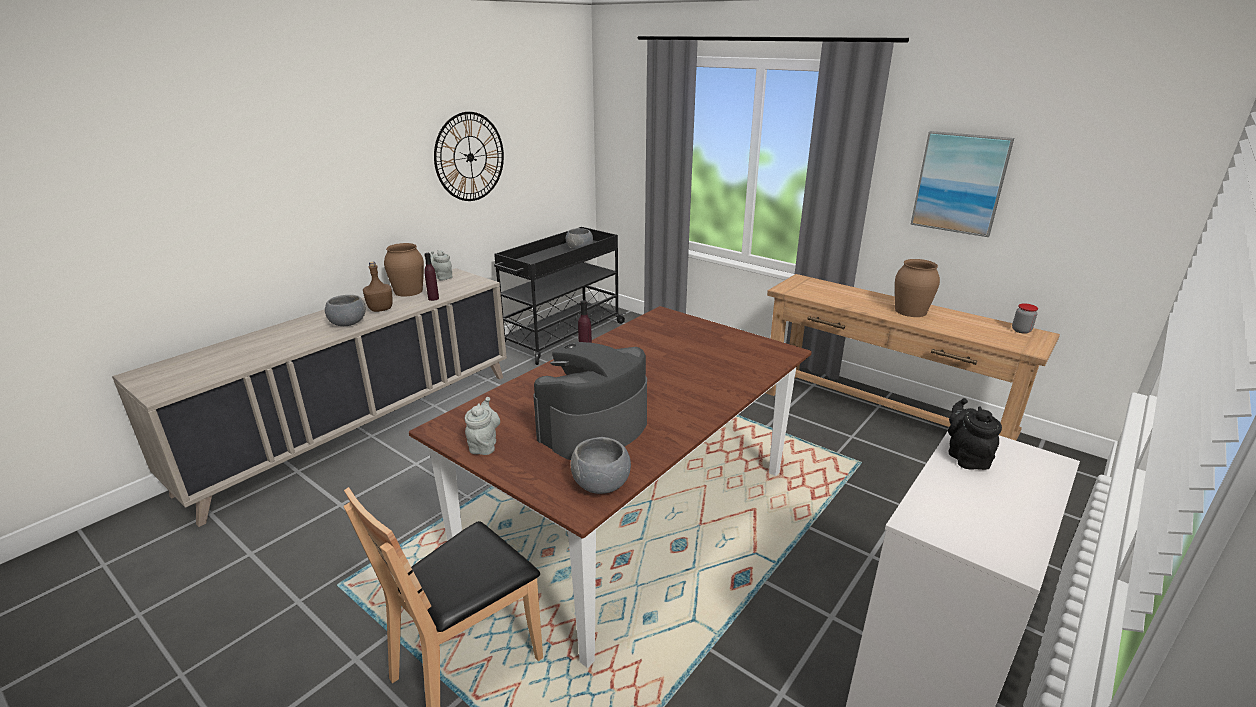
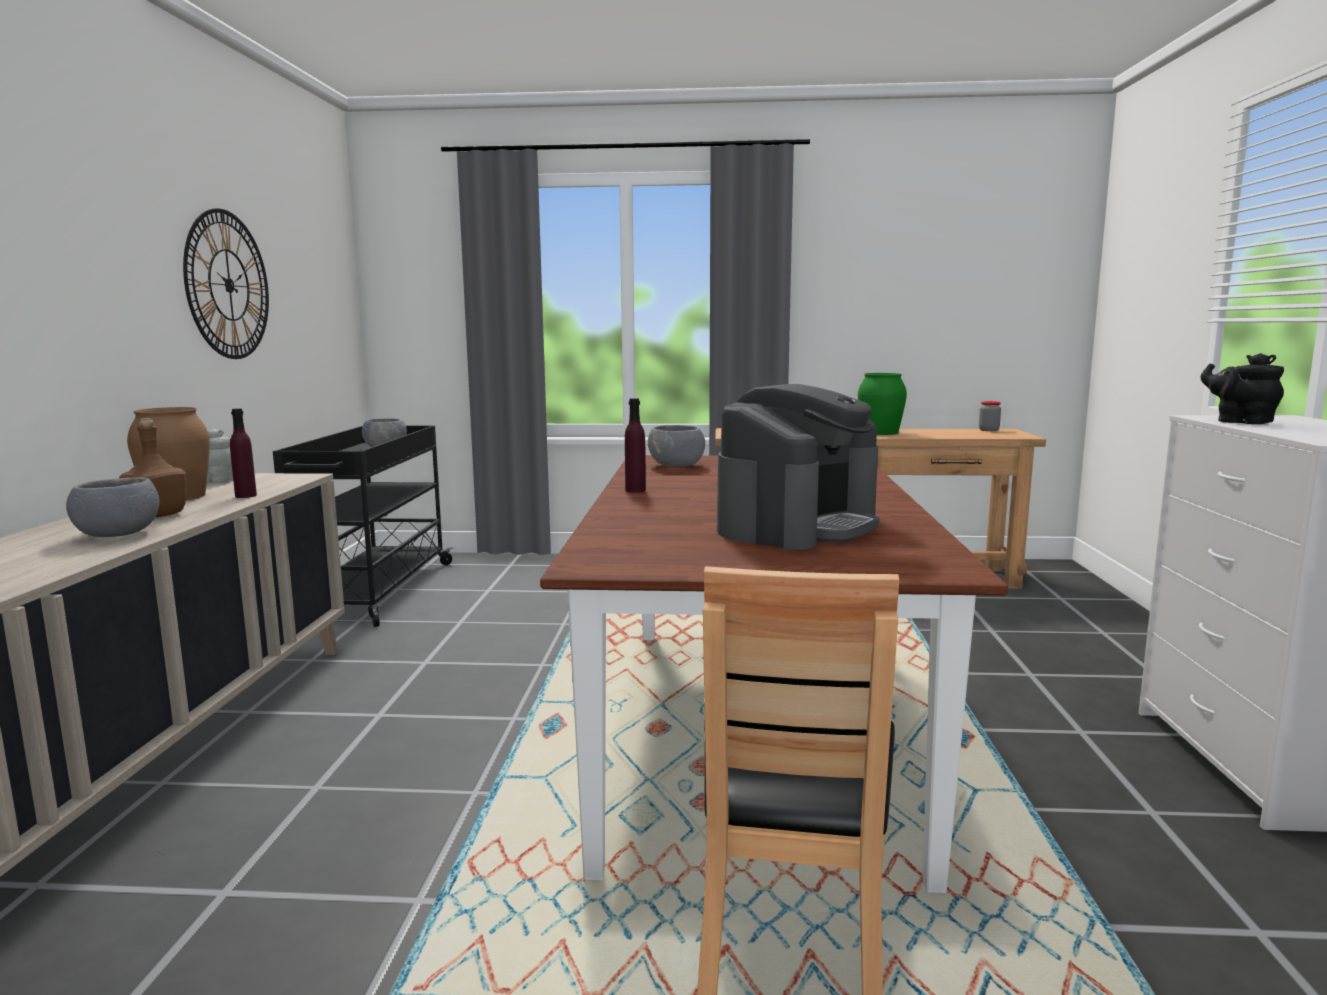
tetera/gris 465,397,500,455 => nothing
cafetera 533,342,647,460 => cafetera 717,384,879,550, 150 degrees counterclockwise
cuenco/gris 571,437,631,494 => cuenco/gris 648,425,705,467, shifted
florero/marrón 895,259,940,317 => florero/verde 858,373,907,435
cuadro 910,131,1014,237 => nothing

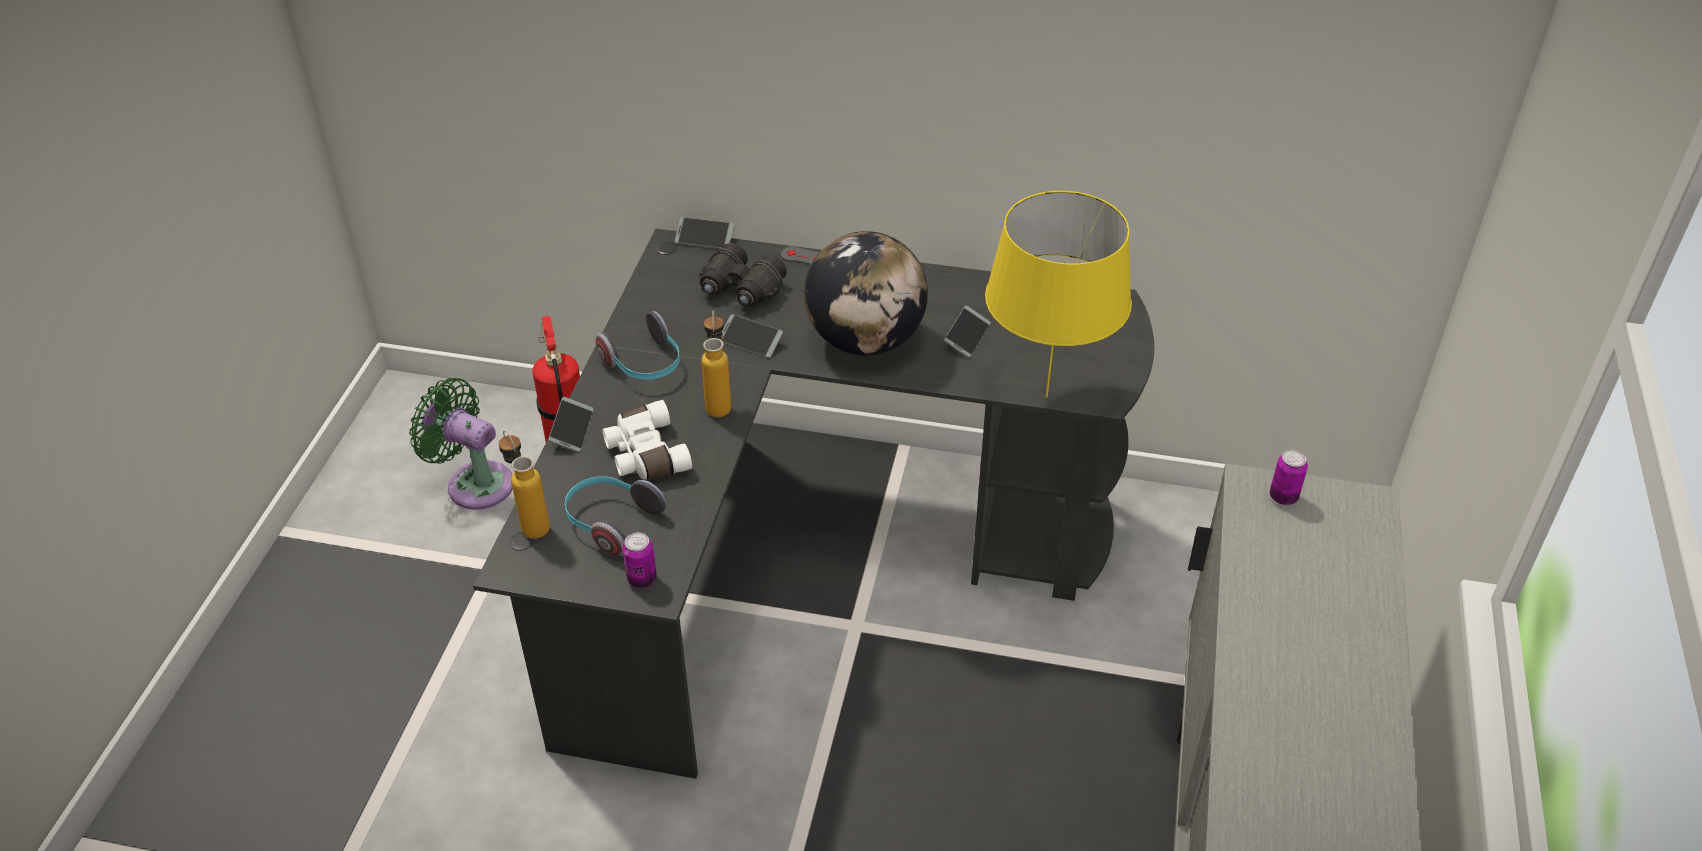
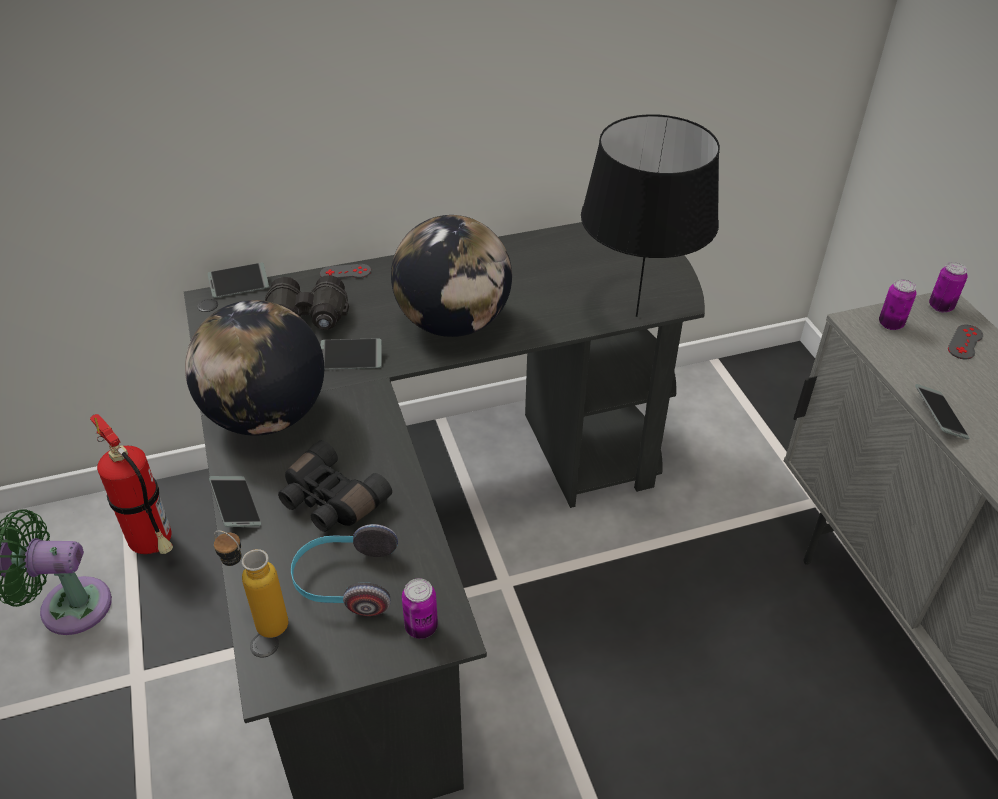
auriculares 596,311,680,380 => globo terráqueo 185,300,324,436
prismáticos/blanco 603,400,692,480 => prismáticos/negro 278,440,392,532
botella 701,310,731,417 => nothing
móvil 944,306,990,358 => móvil 915,384,969,440, shifted
lámpara de mesa/amarillo 985,191,1132,397 => lámpara de mesa/negro 581,114,720,317
nothing => lata 929,262,968,313
nothing => mando de consola/gris 948,325,983,359

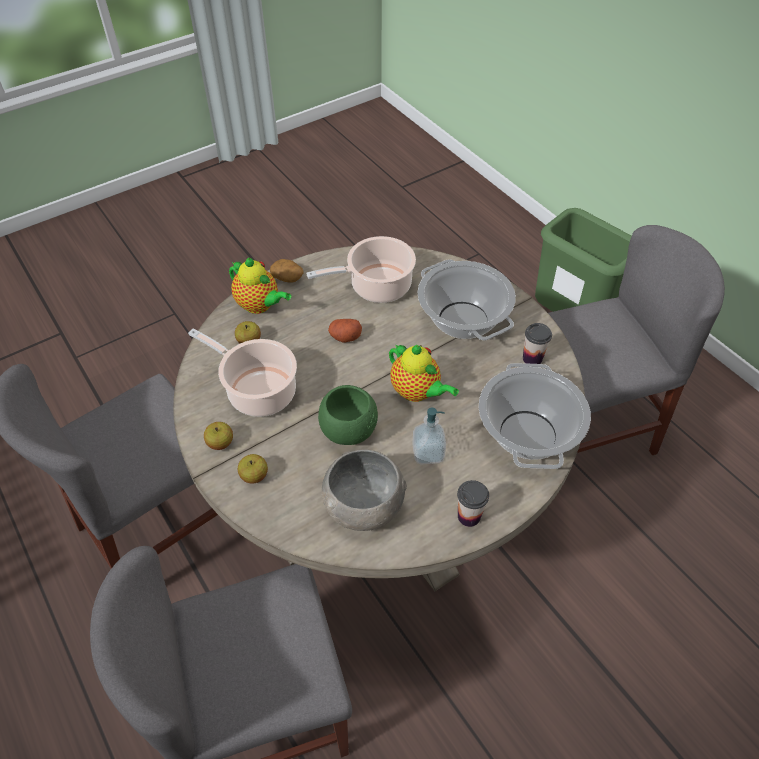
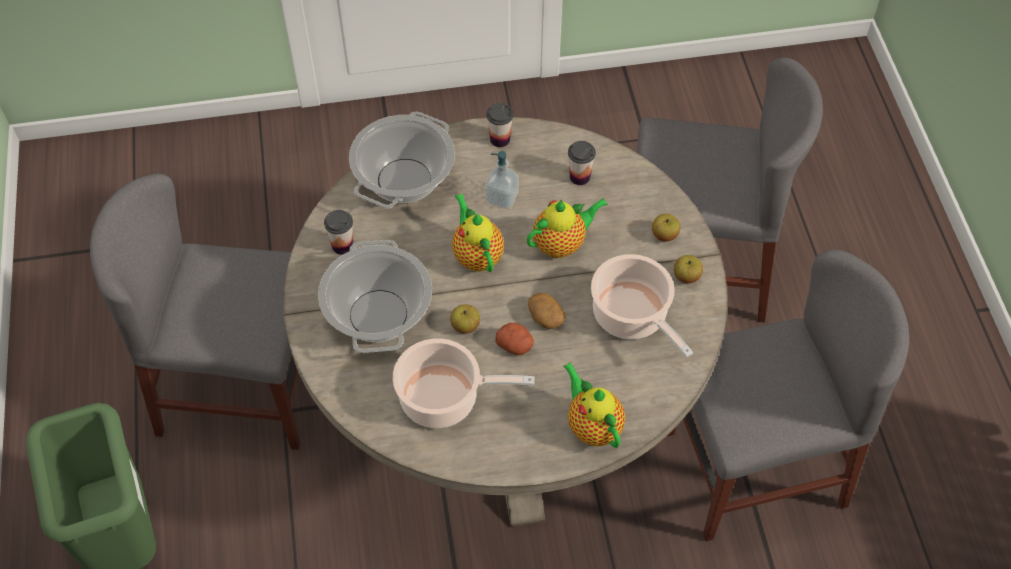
manzana 235,321,261,343 => manzana 450,304,480,334, shifted
patata 270,259,304,283 => patata 528,293,566,329, shifted
cuenco/verde 318,385,378,445 => tetera 527,198,608,258
cuenco/gris 322,450,407,531 => taza 568,141,596,185

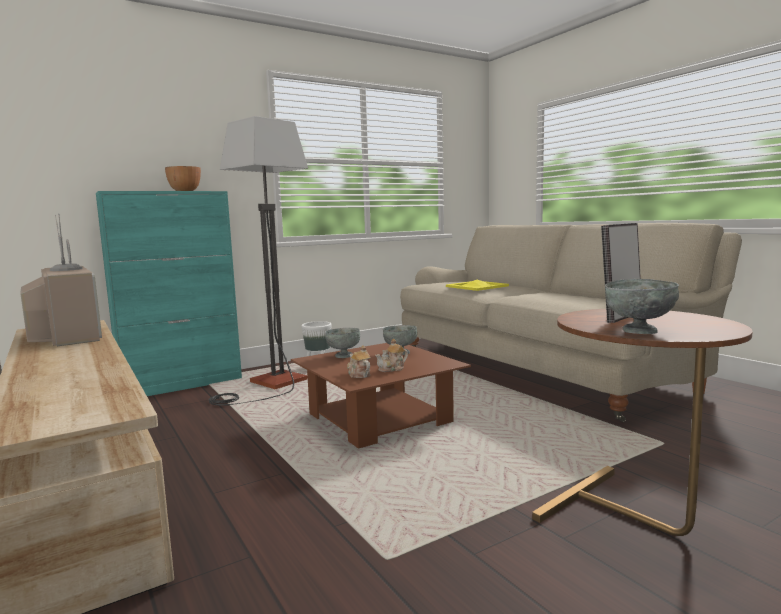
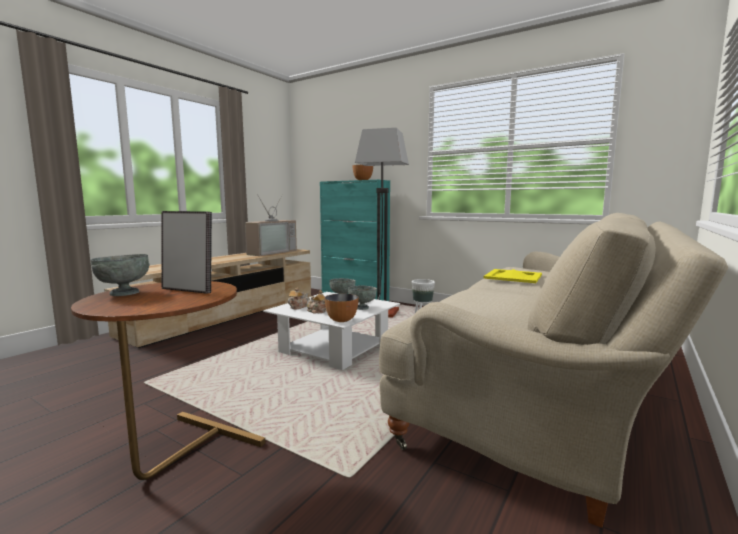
mesa de centro/marrón 291,343,471,449 => mesa de centro/blanco 263,292,400,370
nothing => cuenco 324,293,359,322

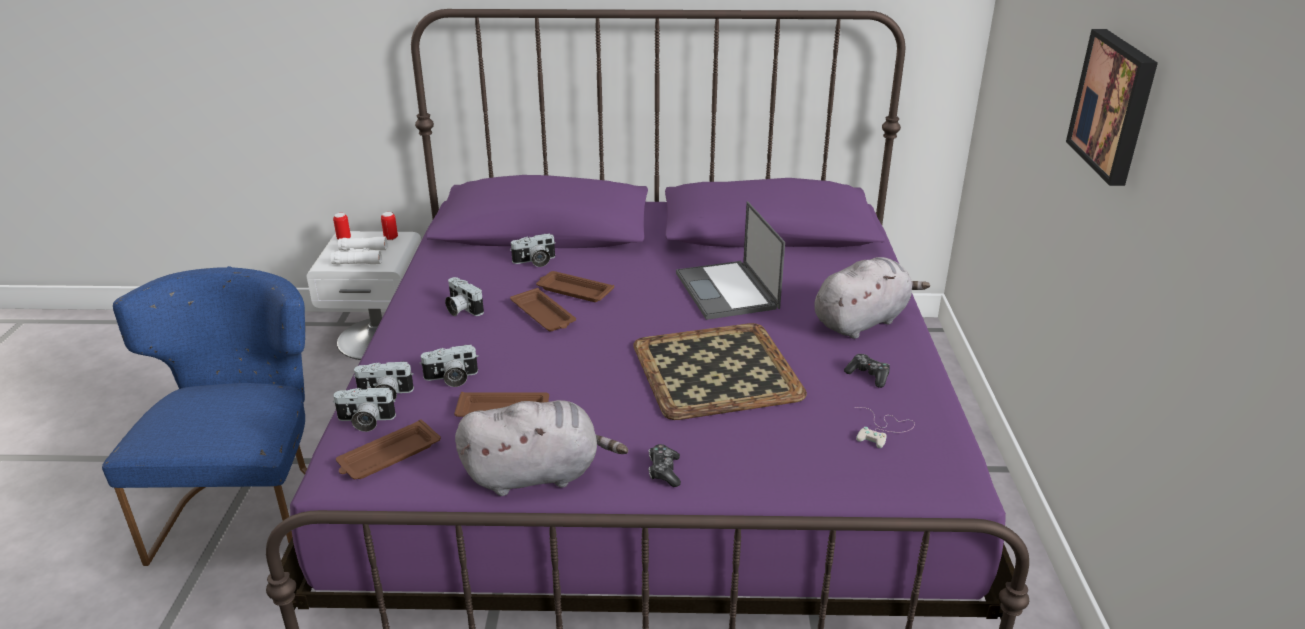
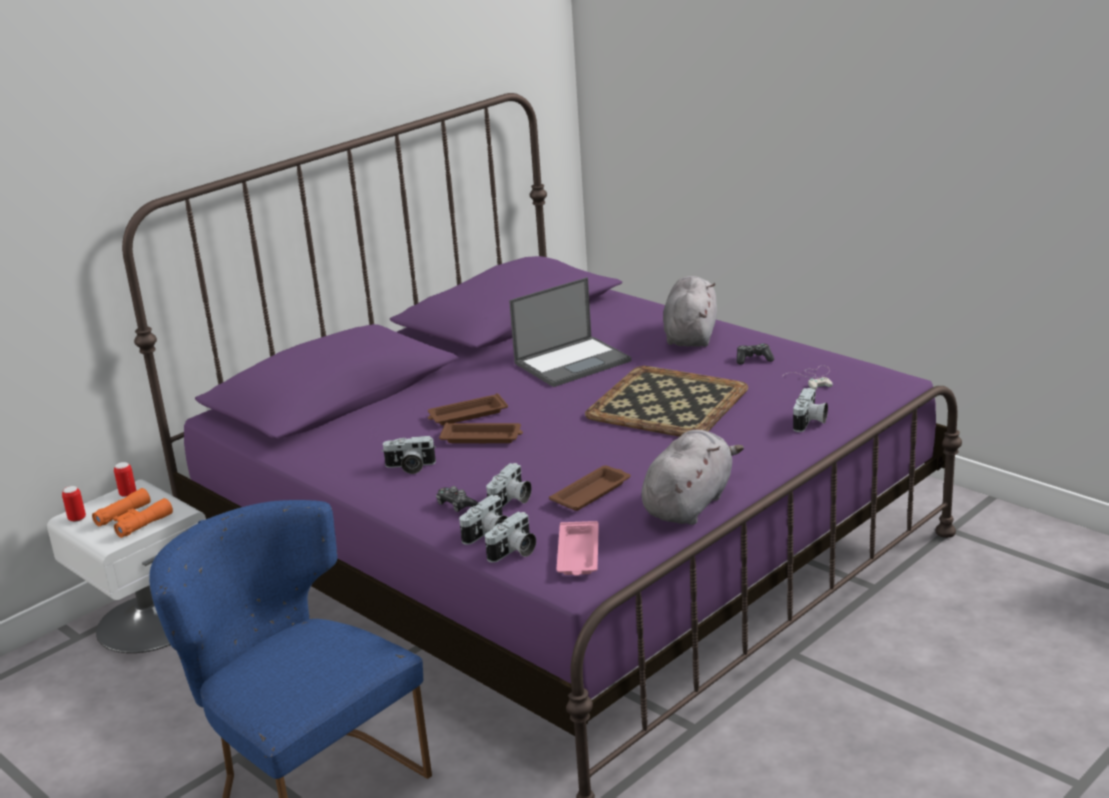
prismáticos/blanco 331,237,387,265 => prismáticos/naranja 92,488,173,538
bandeja/marrón 336,420,441,479 => bandeja/rosa 557,521,599,576
cámara 511,233,556,267 => cámara 793,388,828,432, shifted
mando de consola 648,444,681,487 => mando de consola 436,486,478,512, shifted
portátil 676,201,785,320 => portátil 509,277,631,387, 60 degrees counterclockwise
cuadro 1066,29,1158,186 => nothing

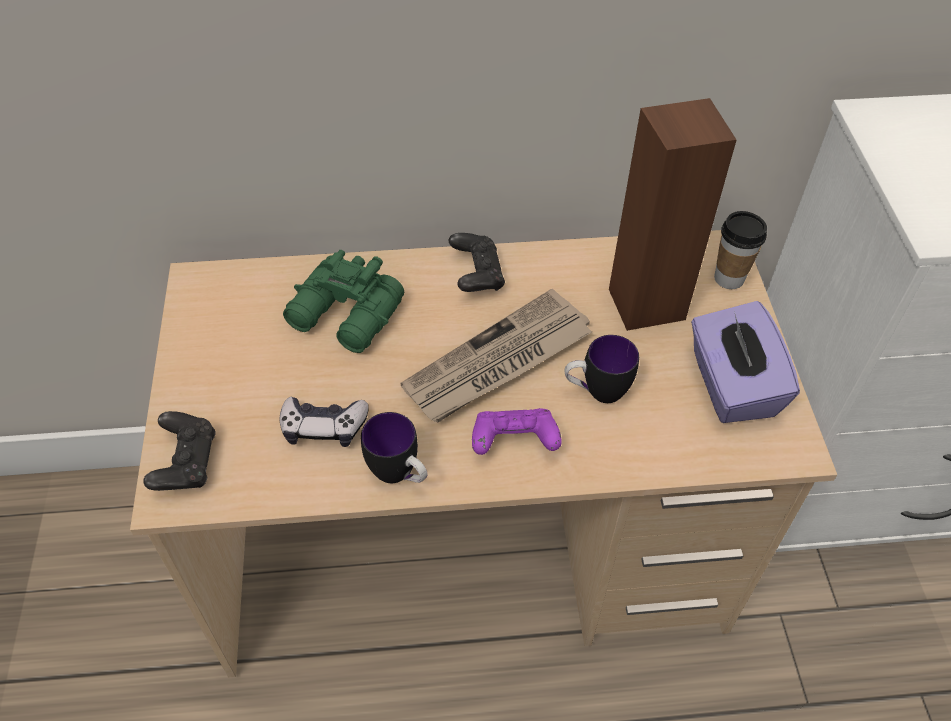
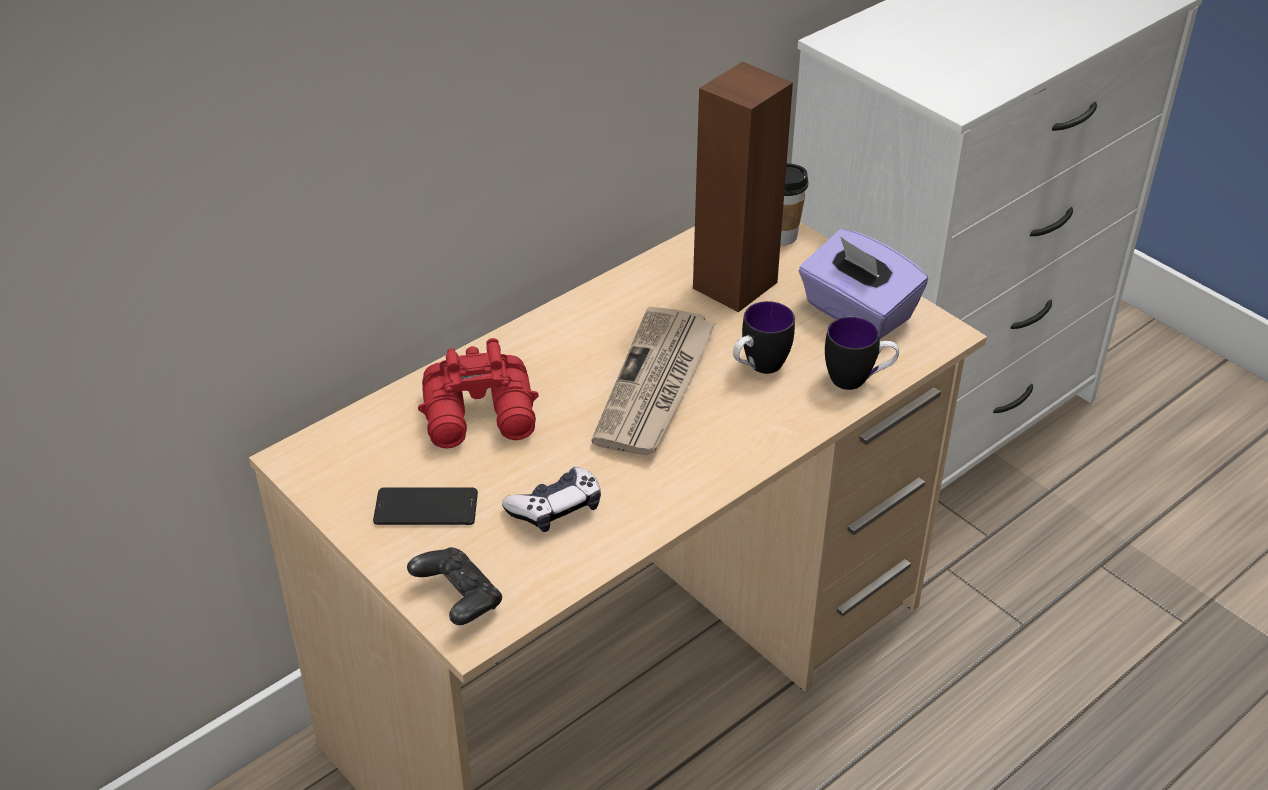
prismáticos/verde 283,250,404,353 => prismáticos/rojo 418,338,539,448
taza grande 361,412,428,483 => taza grande 825,317,899,390, shifted
mando de consola/negro 449,233,505,292 => nothing
mando de consola/morado 472,408,561,455 => nothing
nothing => móvil 373,487,478,525

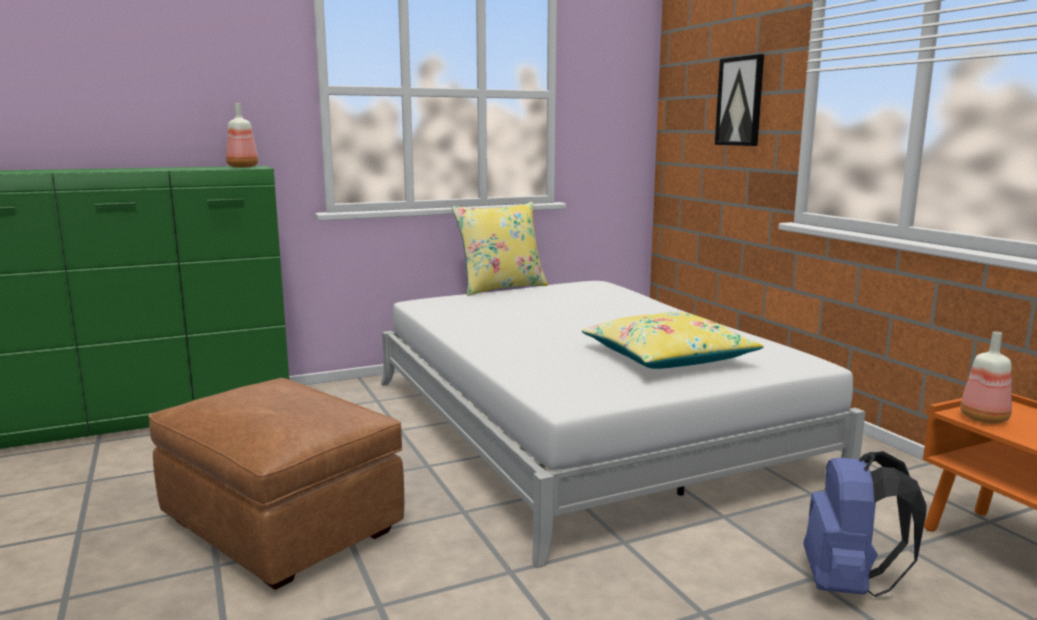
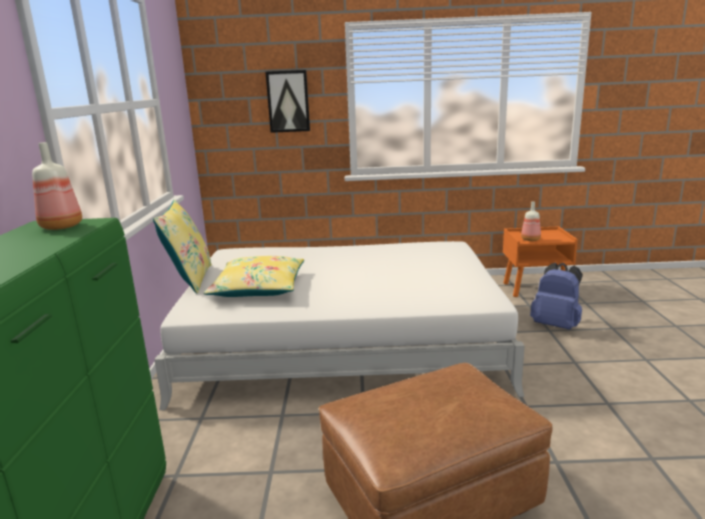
cojín/amarillo 582,312,764,369 => cojín/amarillo 204,256,304,297, shifted

